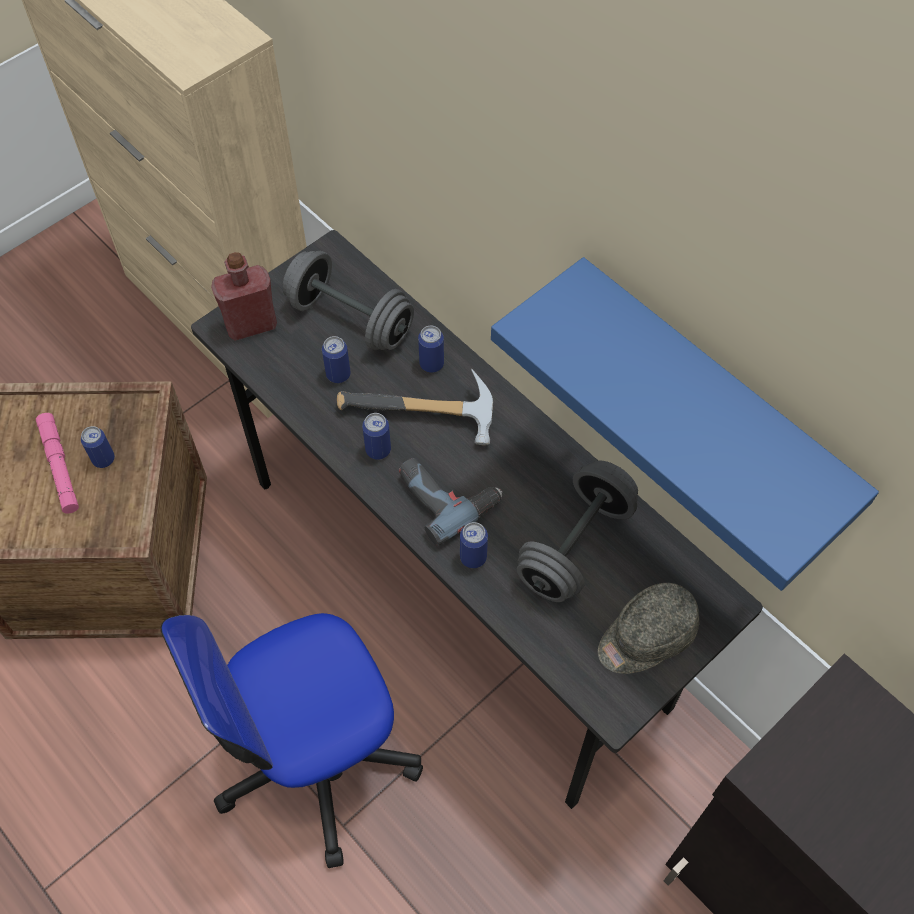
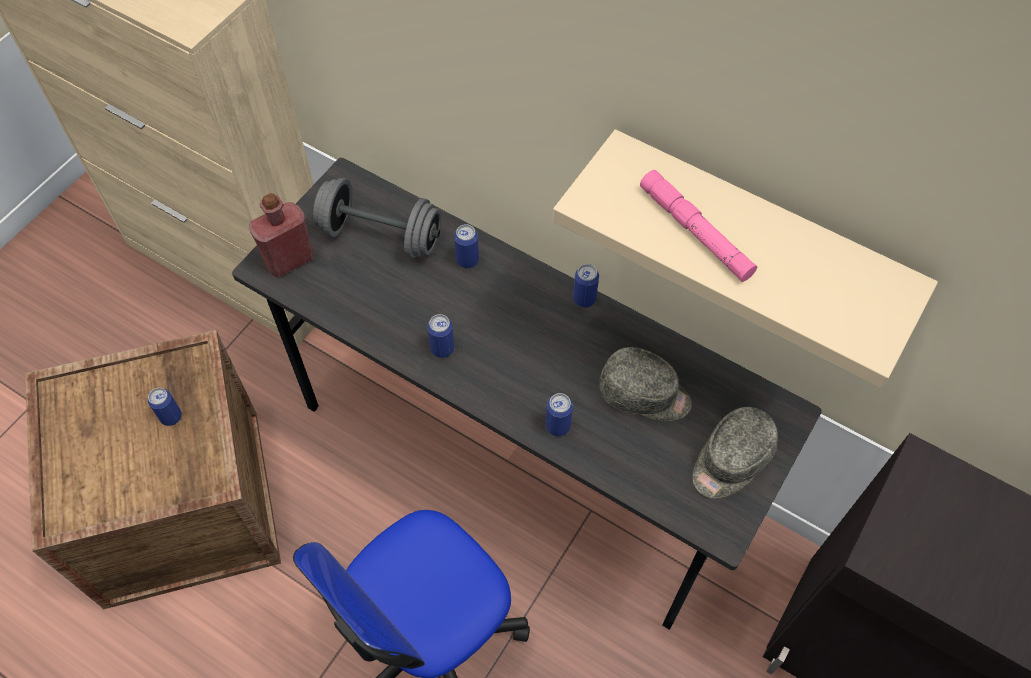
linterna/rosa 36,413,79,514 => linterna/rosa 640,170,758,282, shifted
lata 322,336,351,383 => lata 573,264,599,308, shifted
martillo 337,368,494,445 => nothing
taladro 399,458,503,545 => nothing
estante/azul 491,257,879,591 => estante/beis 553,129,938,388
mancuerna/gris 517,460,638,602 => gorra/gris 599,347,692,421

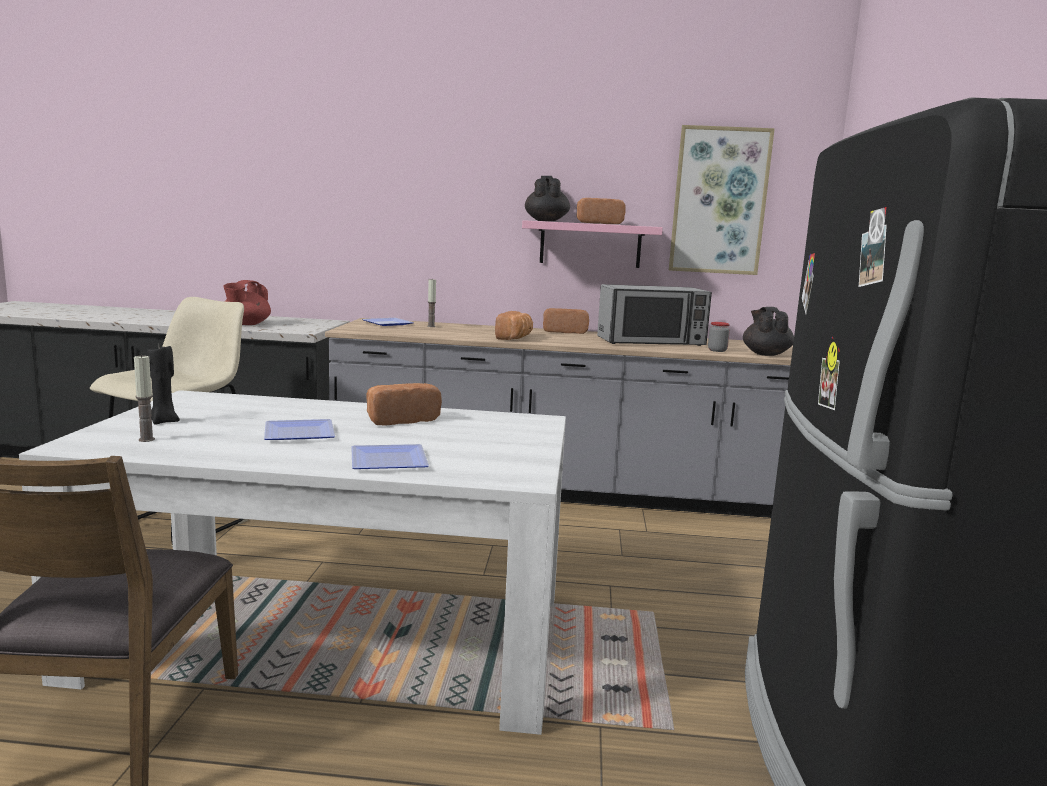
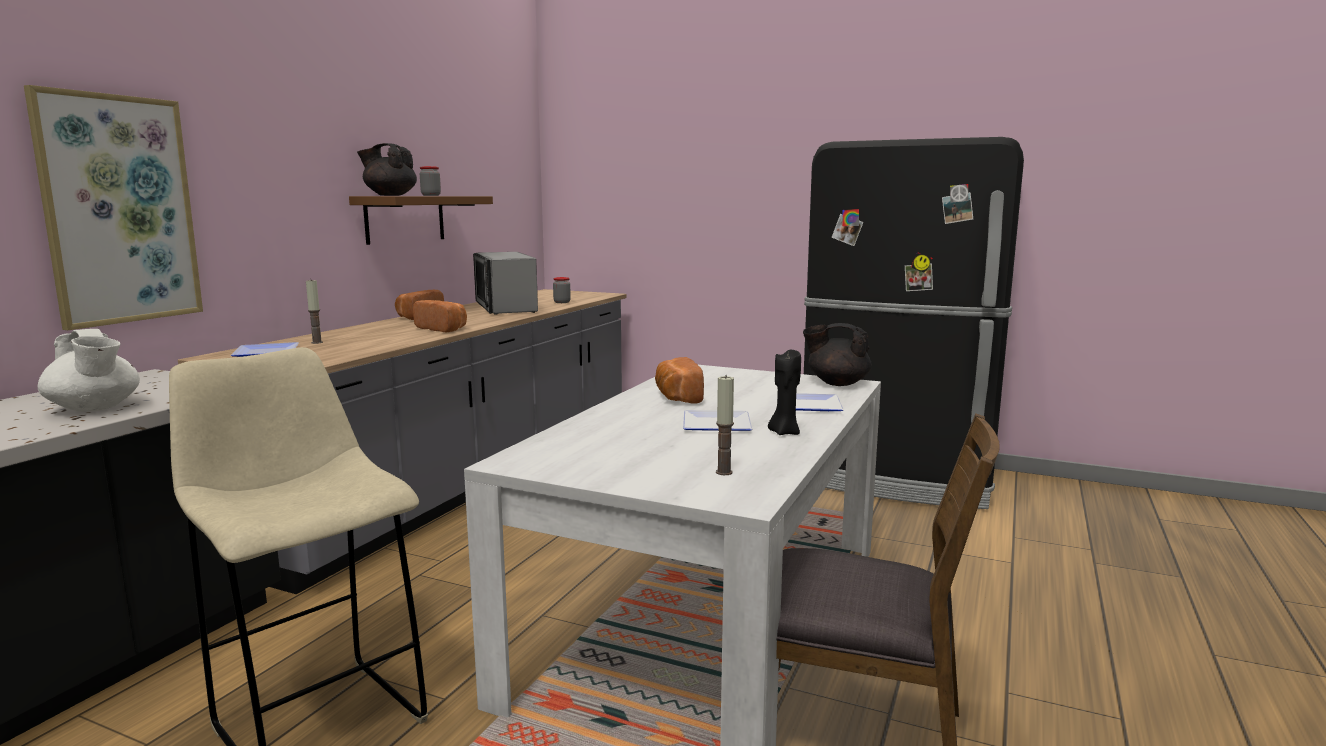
vela/negro 147,346,180,424 => vela/negro 768,350,801,435, shifted
tetera/rojo 224,280,271,325 => tetera/blanco 37,329,140,412
estante/rosa 522,220,663,268 => estante/marrón 349,196,493,245
pan 576,198,626,224 => tarro 420,166,441,196
microondas 597,284,712,346 => microondas 473,252,538,315, 150 degrees clockwise
cuadro 669,125,775,275 => cuadro 24,85,203,330, shifted
tetera/negro 743,307,794,356 => tetera/negro 803,323,872,386, shifted

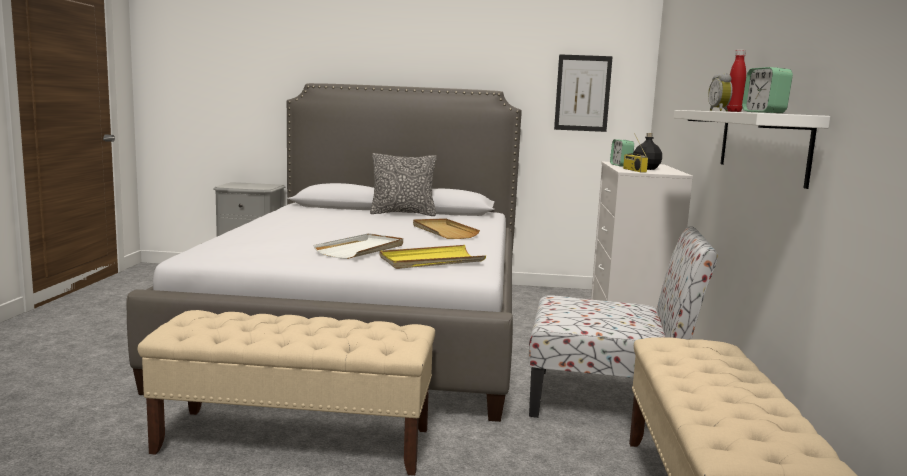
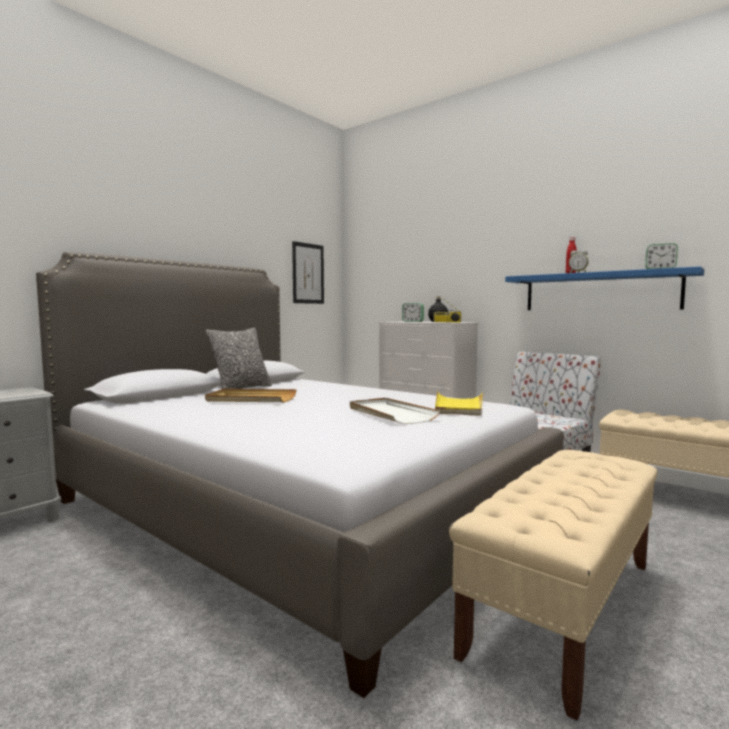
bandeja/beis 413,218,480,239 => bandeja/beis 205,389,297,402, shifted
estante/blanco 674,110,830,189 => estante/azul 505,266,704,310

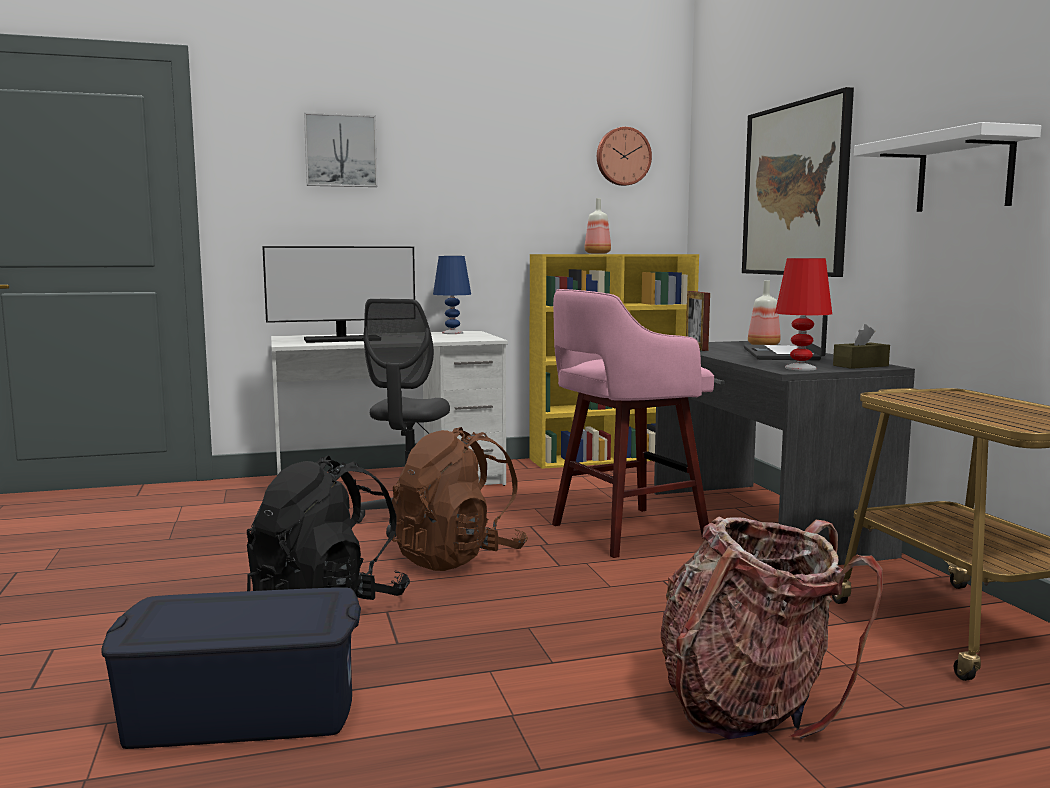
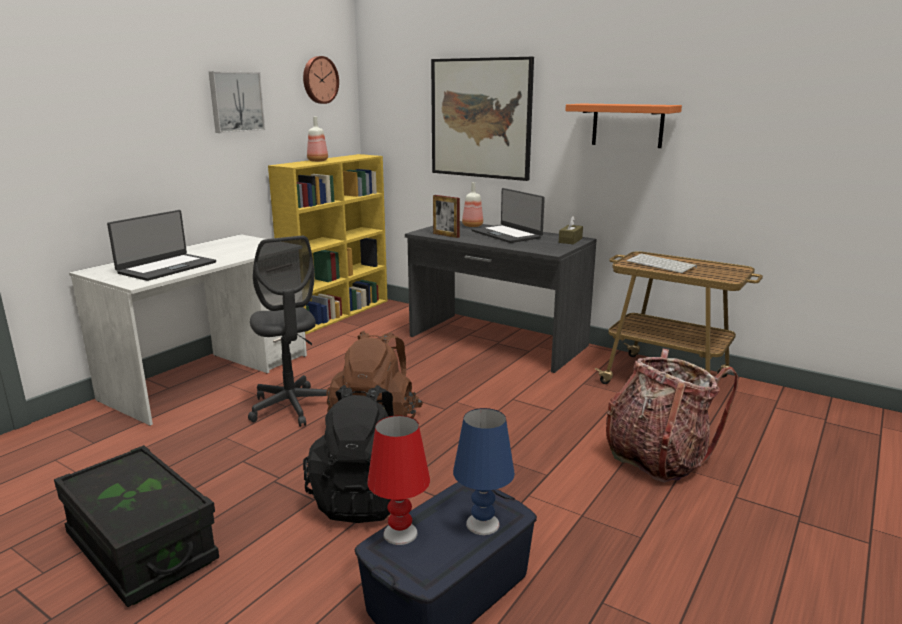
monitor 262,246,415,343 => portátil 107,210,216,281
cuadro 304,112,378,187 => cuadro 208,71,265,133, shifted
lámpara de mesa/azul 433,256,471,334 => lámpara de mesa/azul 453,408,515,535, shifted
taburete/rosa 552,289,714,558 => nothing
lámpara de mesa/rojo 775,258,832,371 => lámpara de mesa/rojo 367,415,430,545, shifted
estante/blanco 854,122,1041,212 => estante/naranja 565,104,682,148
nothing => caja de almacenaje/negro 54,445,219,607
nothing => teclado 626,253,697,273

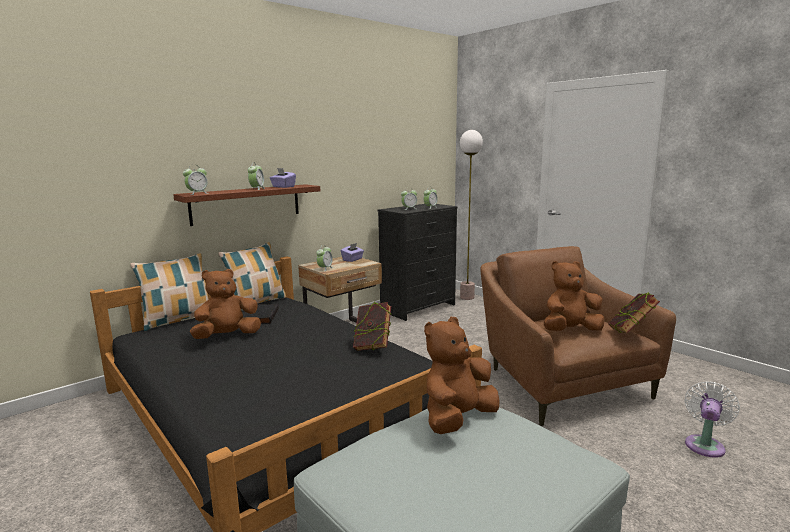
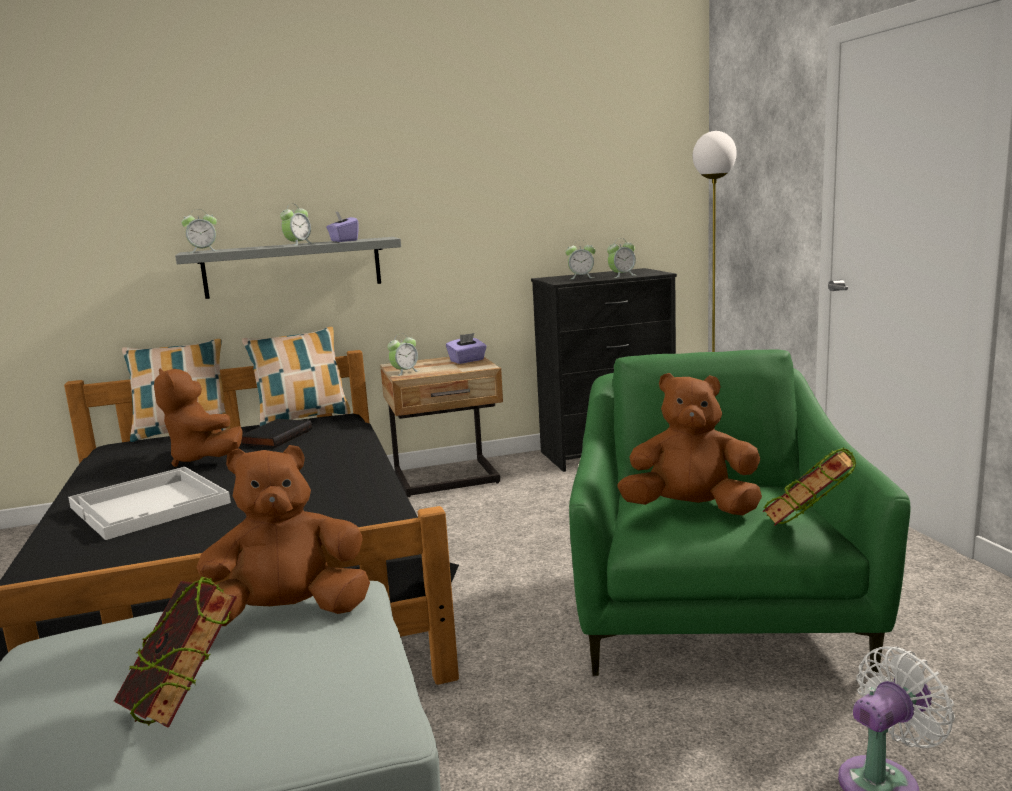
estante/marrón 173,184,320,226 => estante/gris 175,237,401,299
peluche/marrón 190,269,261,339 => peluche/marrón 154,368,243,467, 120 degrees counterclockwise
libro 353,302,392,351 => libro 114,577,237,728, shifted
sillón/marrón 480,246,676,426 => sillón/verde 569,349,910,676
nothing => bandeja/blanco 68,467,231,540

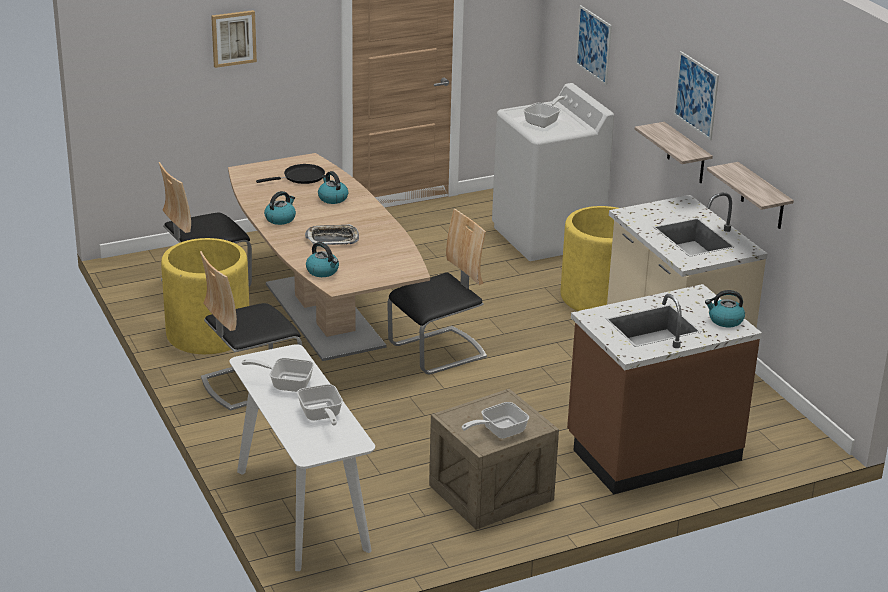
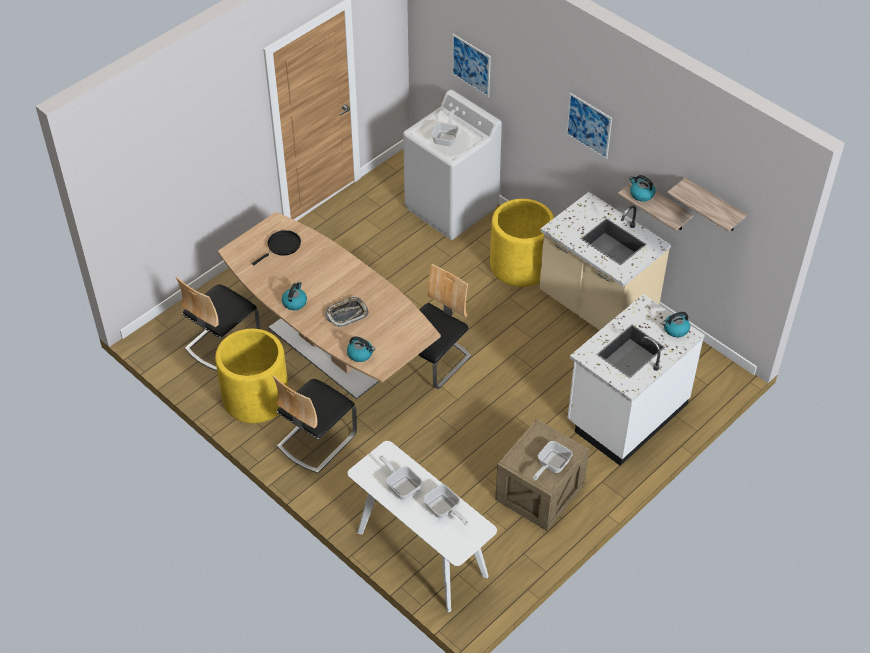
cuadro 211,10,257,68 => nothing
sartén 242,358,314,392 => sartén 379,455,423,500, 60 degrees clockwise
hervidor 318,171,348,204 => hervidor 629,175,656,202, shifted
mueble bajo de cocina/marrón 567,284,762,494 => mueble bajo de cocina/blanco 568,294,705,465
estante 635,122,713,183 => estante 667,177,747,232, shifted

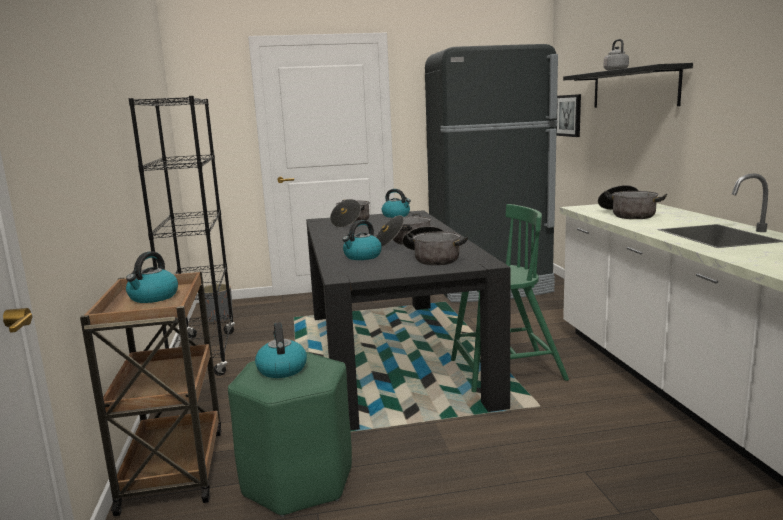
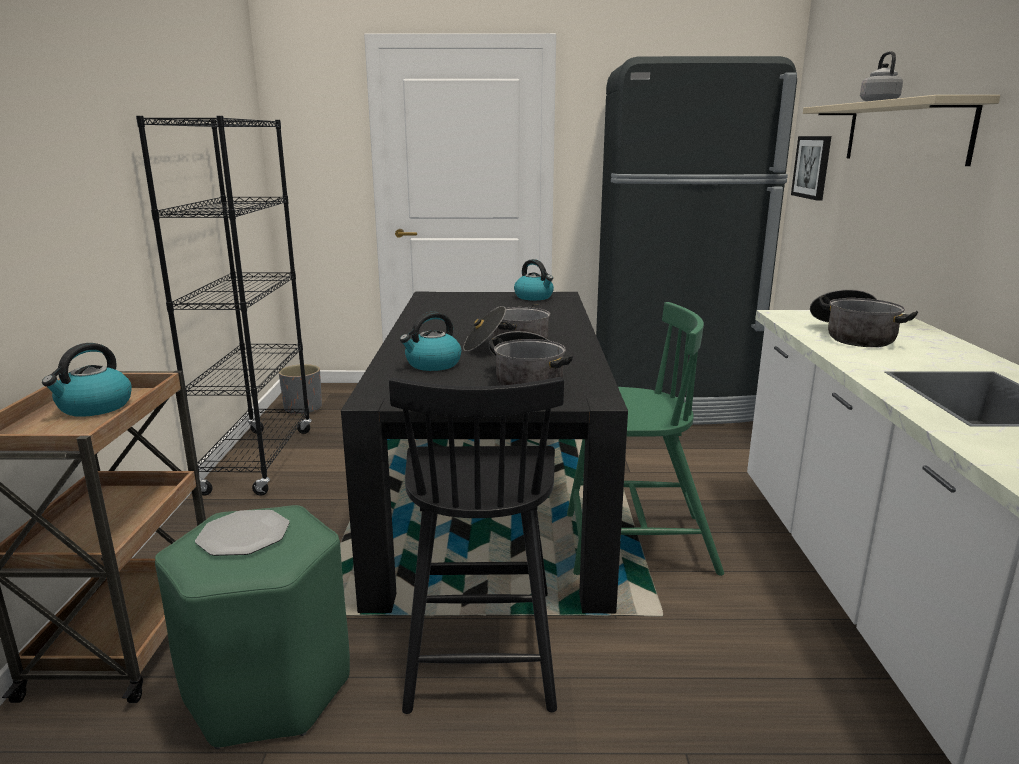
hervidor 255,322,307,378 => plato 195,510,290,556
olla 330,199,370,227 => nothing
estante/negro 563,63,693,108 => estante/beis 803,95,1000,166
nothing => silla/negro 389,377,564,714

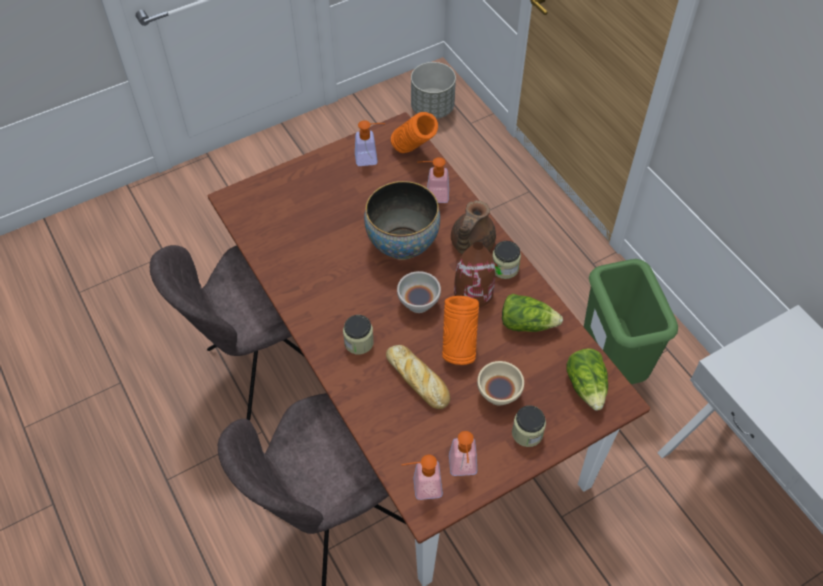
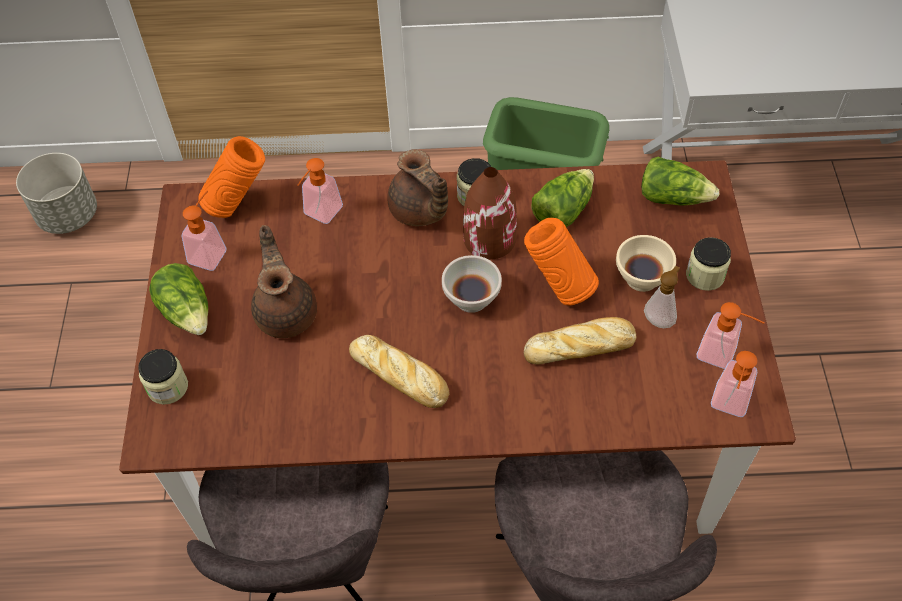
tarro 343,315,374,355 => tarro 138,349,188,405, shifted
cuenco 364,181,440,260 => nothing
nothing => lechuga 149,263,208,335
nothing => tetera/marrón 251,225,317,338
nothing => pan 349,335,450,408
nothing => dispensador de jabón 644,266,680,328

